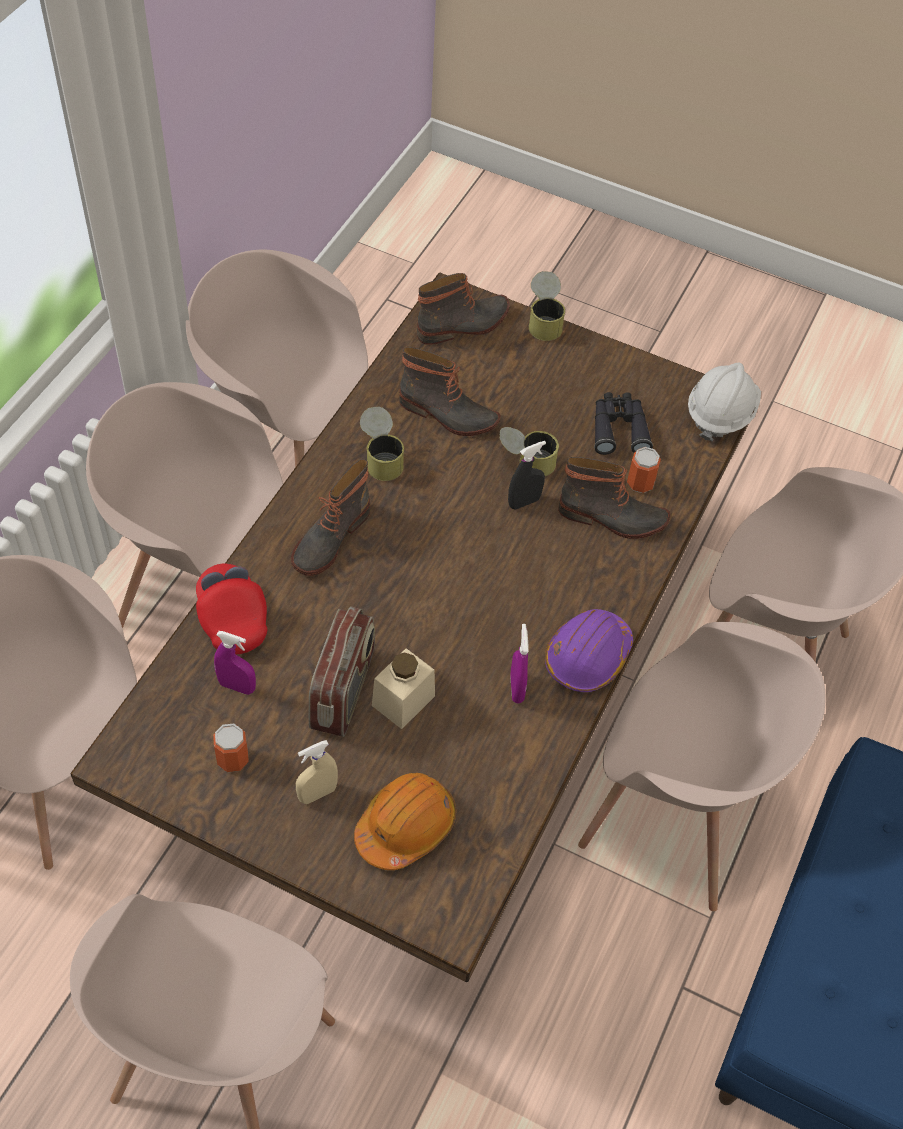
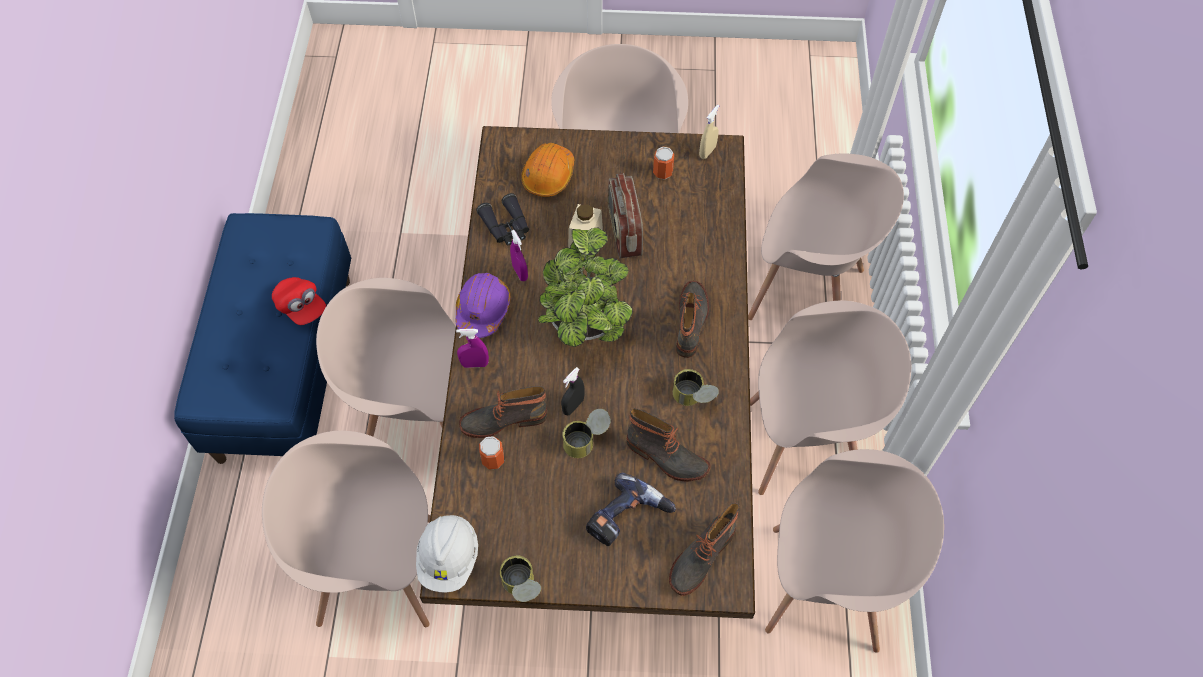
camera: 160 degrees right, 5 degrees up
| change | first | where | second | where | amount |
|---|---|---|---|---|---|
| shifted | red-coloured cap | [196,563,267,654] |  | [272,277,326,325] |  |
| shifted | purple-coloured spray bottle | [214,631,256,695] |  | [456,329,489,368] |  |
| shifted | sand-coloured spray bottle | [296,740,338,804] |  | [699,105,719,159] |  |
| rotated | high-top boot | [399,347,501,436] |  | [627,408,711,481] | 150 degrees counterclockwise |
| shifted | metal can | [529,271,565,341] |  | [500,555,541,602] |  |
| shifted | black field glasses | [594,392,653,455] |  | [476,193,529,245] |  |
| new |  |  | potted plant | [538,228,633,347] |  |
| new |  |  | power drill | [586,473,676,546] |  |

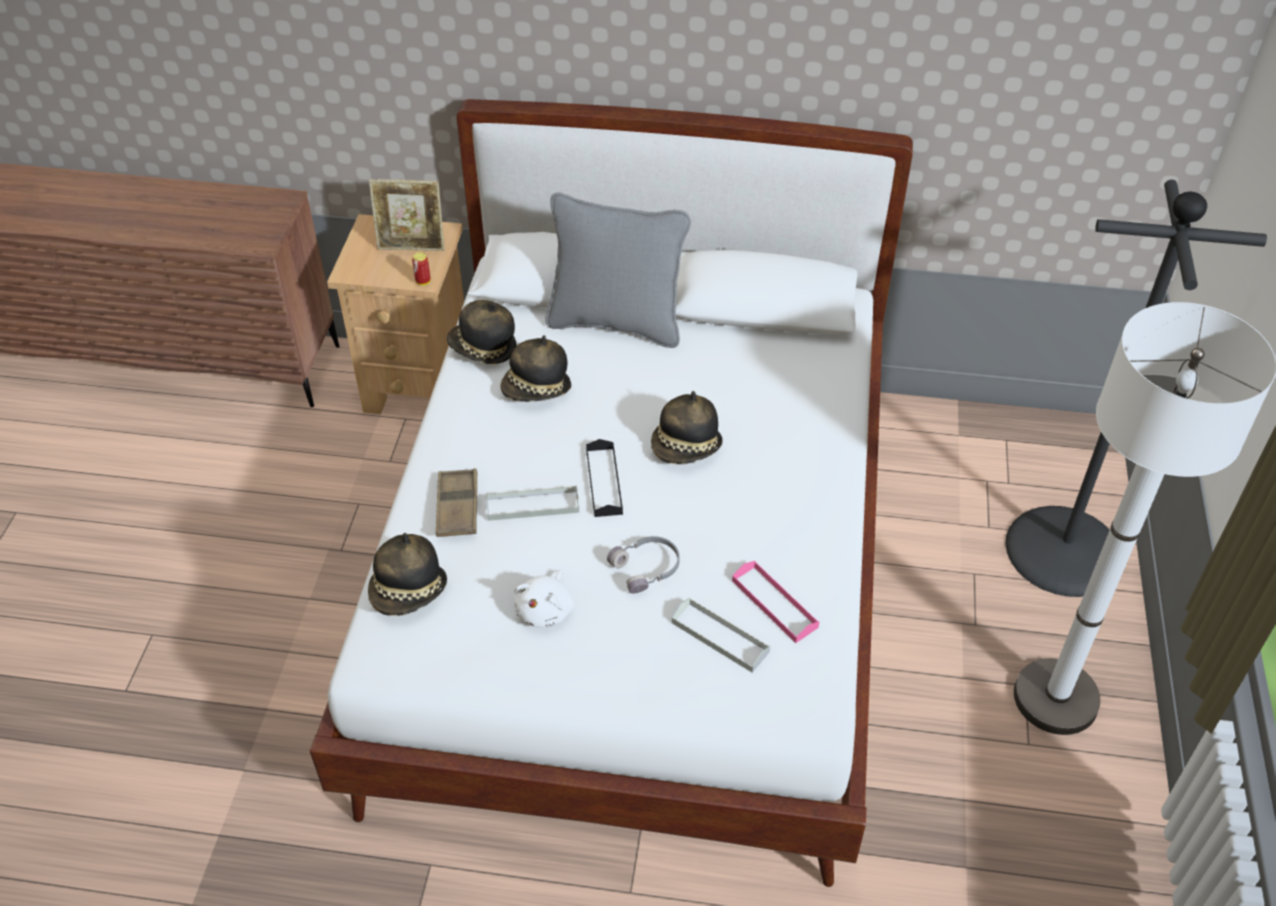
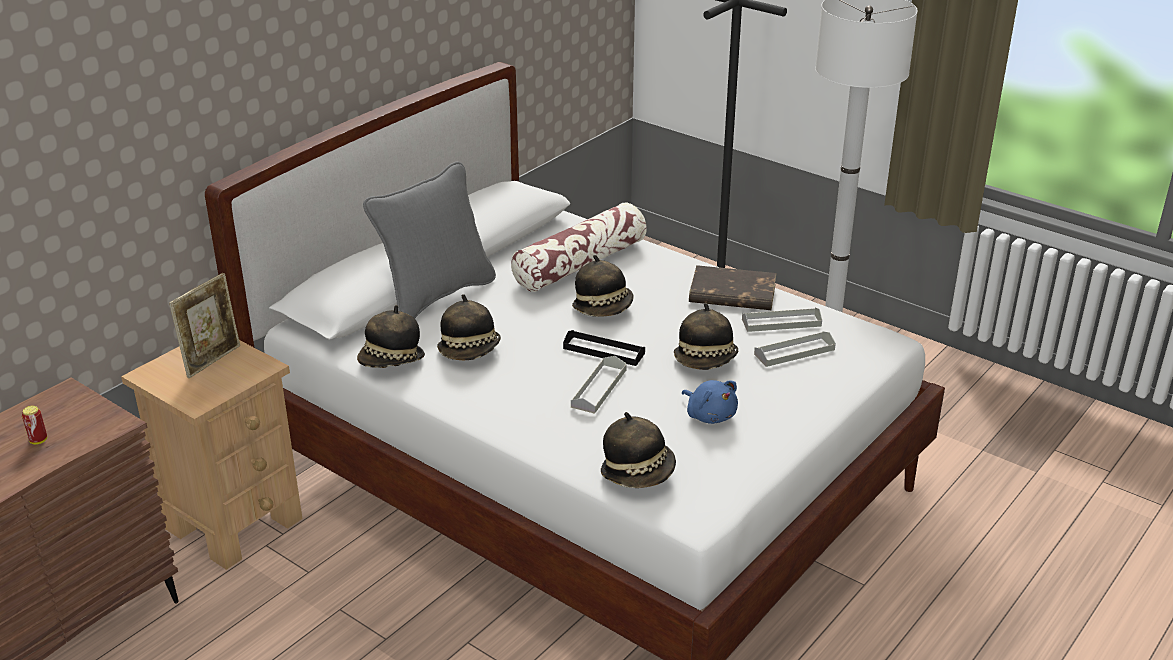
camera: 60 degrees left, 15 degrees down
| change | first | where | second | where | amount |
|---|---|---|---|---|---|
| shifted | metal can | [412,253,431,285] |  | [22,406,47,445] |  |
| gone | brown-coloured tray | [436,468,478,537] |  |  |  |
| repainted | whitish cuddly toy | [514,570,574,628] | blue cuddly toy | [682,380,738,424] |  |
| swapped | gray headphones | [607,536,680,594] | hat | [674,303,738,370] |  |
| repainted | pink tray | [732,561,819,643] | gray tray | [742,308,822,332] |  |
| new |  |  | cushion | [511,203,647,292] |  |
| new |  |  | brown-coloured book | [689,265,777,310] |  |

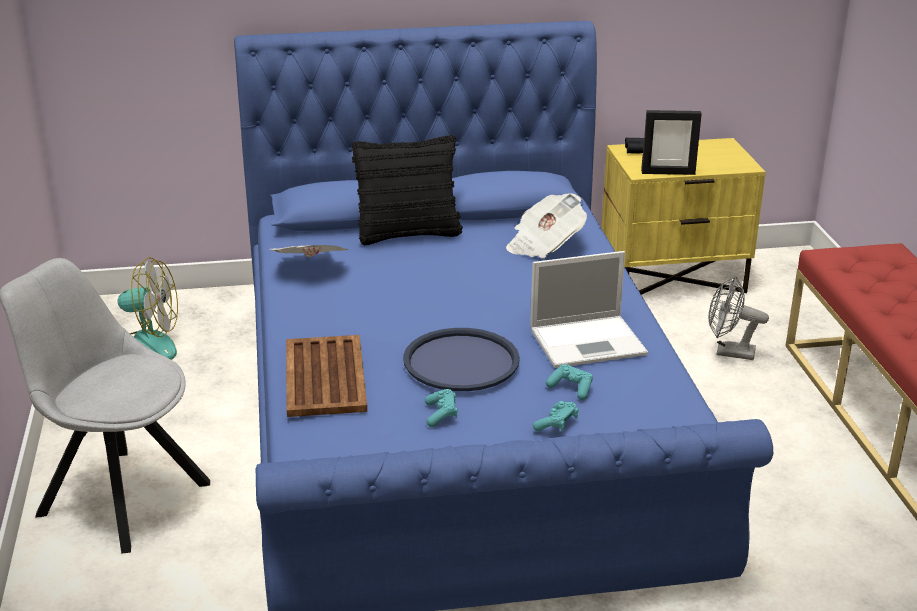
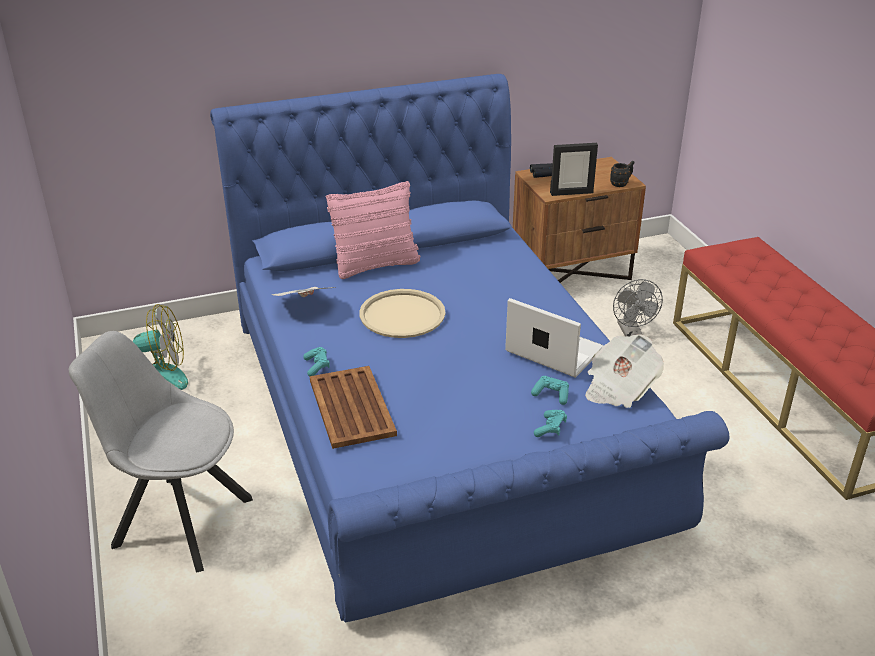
camera: 10 degrees left, 5 degrees up
| change | first | where | second | where | amount |
|---|---|---|---|---|---|
| repainted | black cushion | [351,135,463,245] | pink cushion | [326,181,420,279] |  |
| gone | blue tray | [403,328,520,391] |  |  |  |
| shifted | blue-green gamepad | [425,389,458,427] |  | [303,347,330,377] |  |
| shifted | newspaper | [506,193,587,258] |  | [585,334,664,408] |  |
| rotated | laptop | [530,251,648,368] |  | [505,298,604,378] | 120 degrees counterclockwise |
| repainted | yellow-coloured night table | [602,138,766,295] | brown-coloured night table | [513,157,646,283] |  |
| rotated | gray fan | [708,276,769,360] |  | [613,279,663,337] | 105 degrees counterclockwise |
| new |  |  | sand-coloured tray | [359,289,445,338] |  |
| new |  |  | black tea mug | [610,161,634,187] |  |

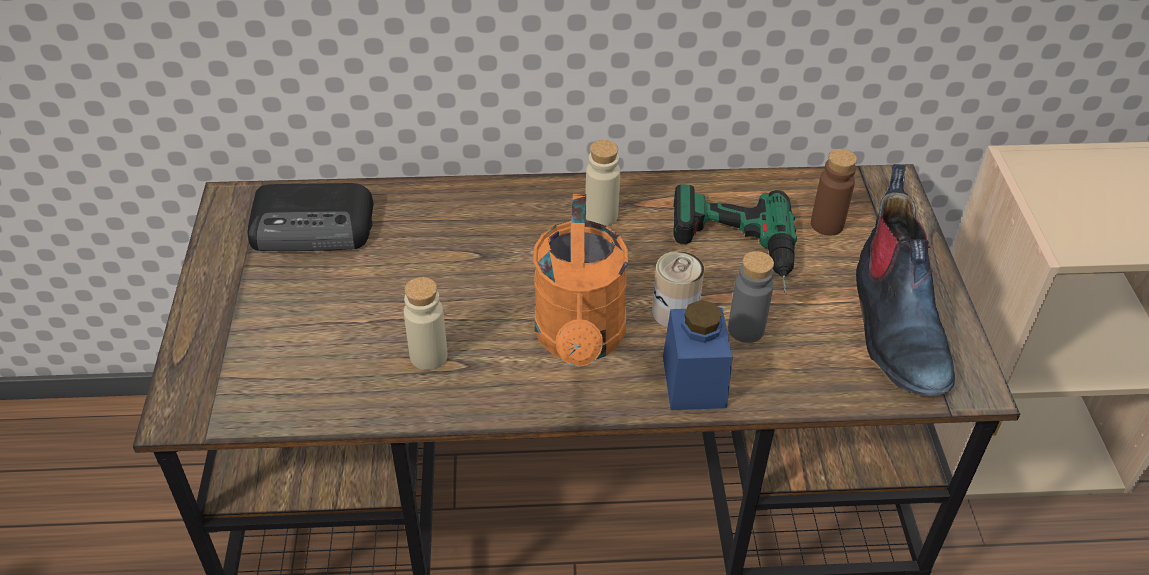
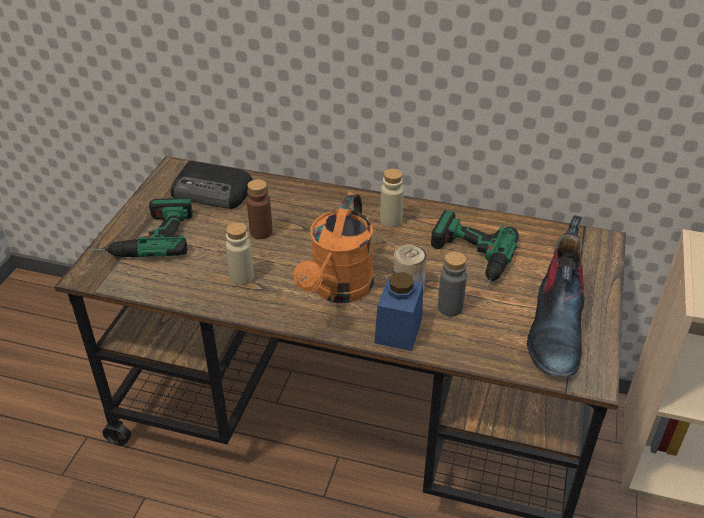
camera: 20 degrees right, 5 degrees down
| change | first | where | second | where | amount |
|---|---|---|---|---|---|
| shifted | brown-coloured drink bottle | [811,149,857,236] |  | [247,179,273,239] |  |
| new |  |  | power drill | [88,198,193,257] |  |

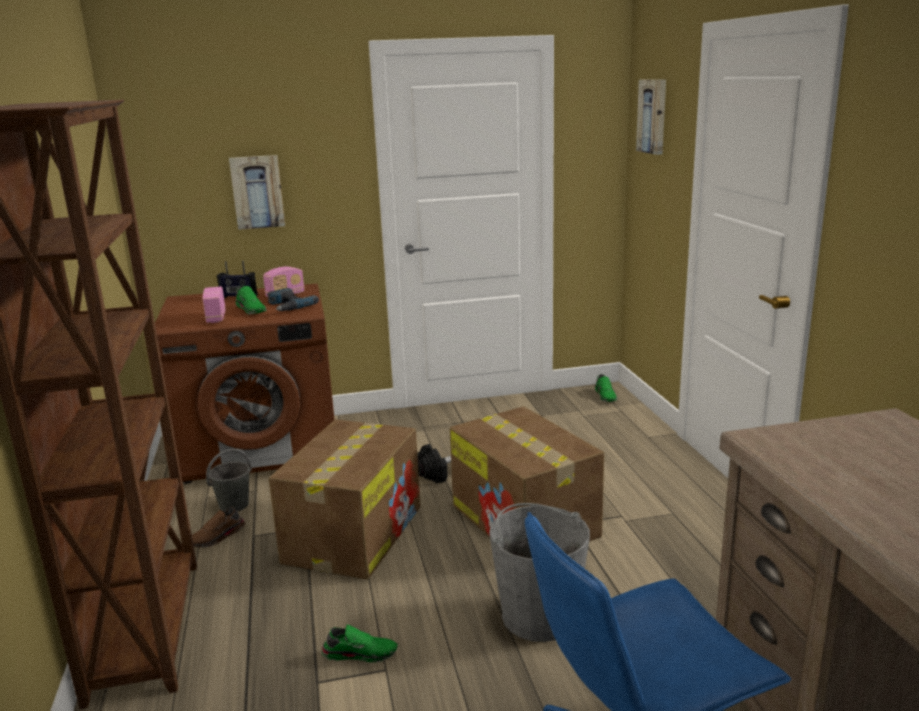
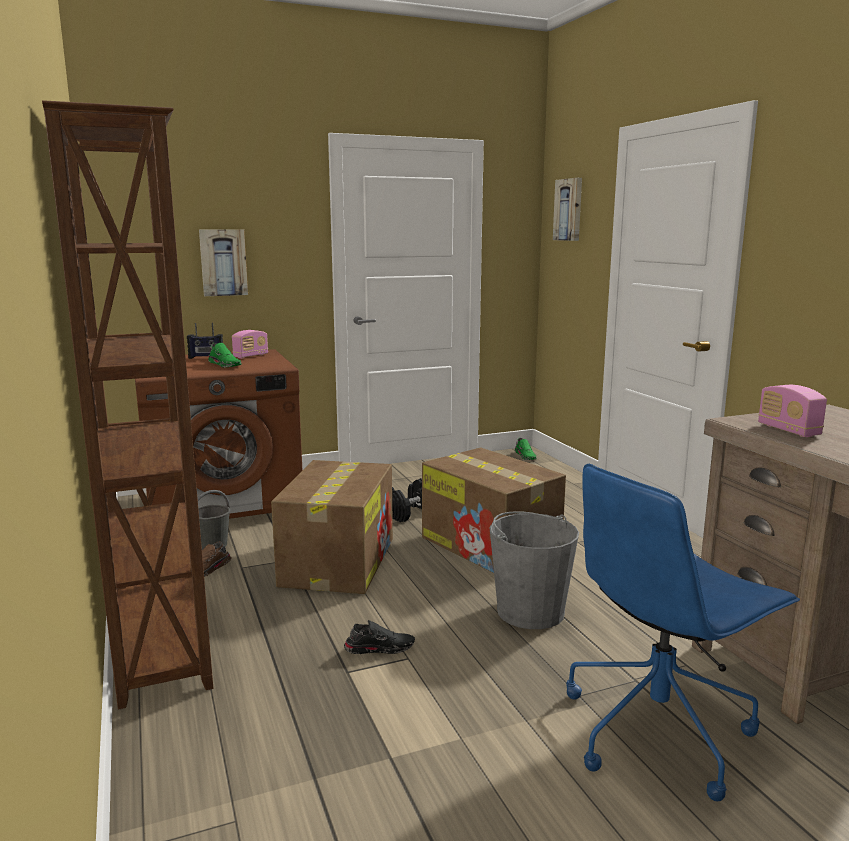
camera: 10 degrees left, 5 degrees down
| change | first | where | second | where | amount |
|---|---|---|---|---|---|
| shifted | radio set | [202,287,226,323] |  | [758,385,827,437] |  |
| gone | power drill | [267,288,319,311] |  |  |  |
| repainted | green-coloured shoe | [322,625,398,662] | black shoe | [344,620,415,654] |  |

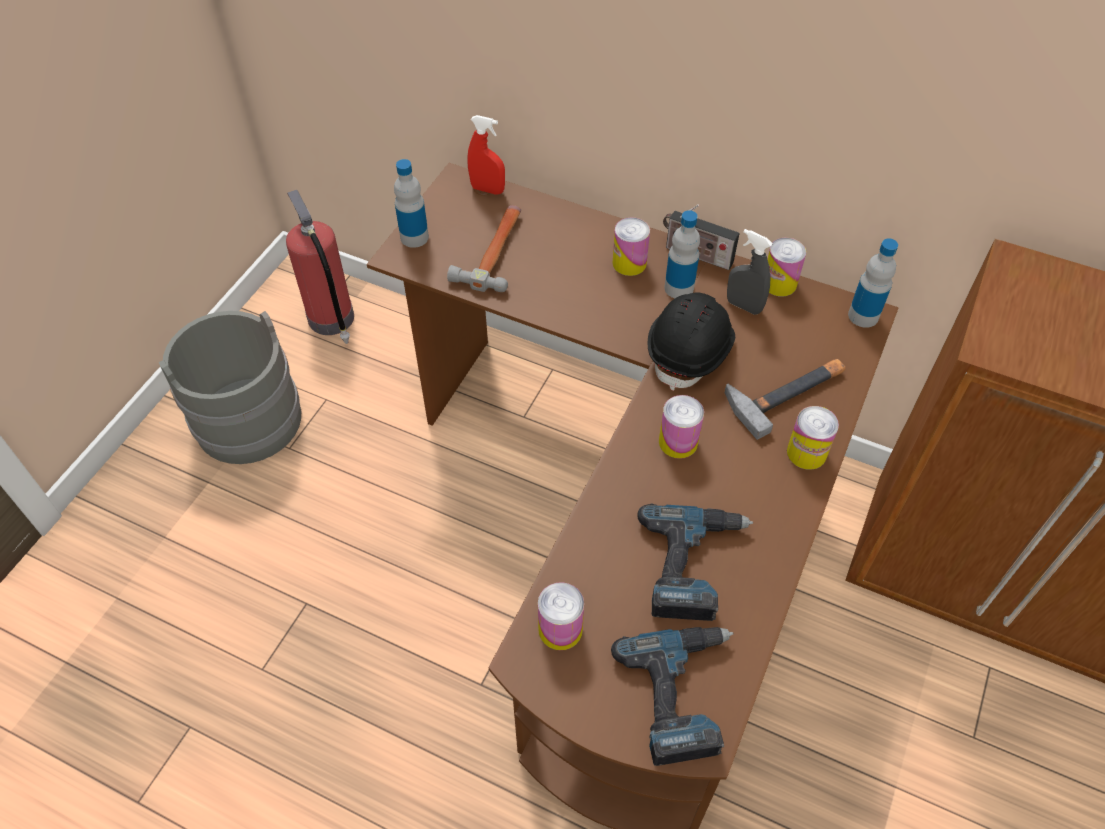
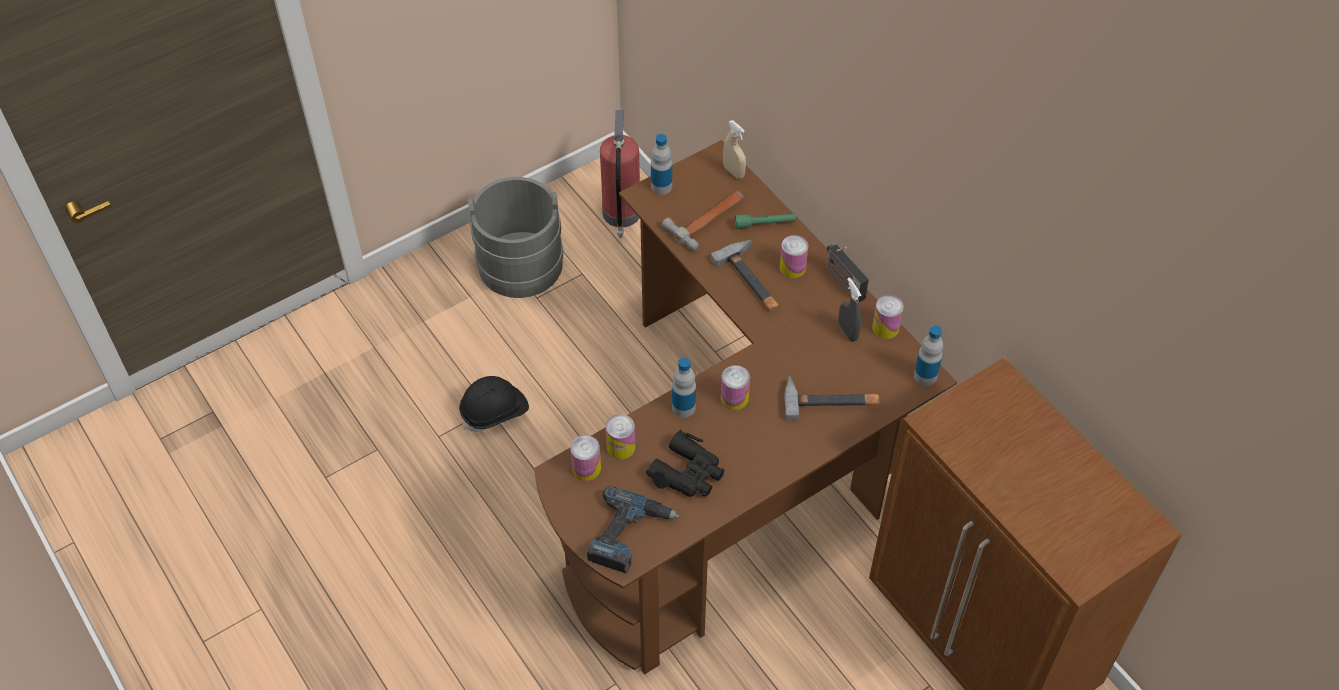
camera: 30 degrees right, 0 degrees up
| change | first | where | second | where | amount |
|---|---|---|---|---|---|
| repainted | red-coloured spray bottle | [468,115,505,195] | sand-coloured spray bottle | [723,120,746,179] |  |
| swapped | power drill | [637,503,753,621] | black field glasses | [646,430,725,497] |  |
| shifted | black hard hat | [648,292,735,391] |  | [459,376,529,432] |  |
| shifted | drink bottle | [664,210,700,298] |  | [672,357,696,418] |  |
| shifted | metal can | [787,406,839,470] |  | [606,414,635,459] |  |
| new |  |  | hammer | [711,240,779,312] |  |
| new |  |  | green-coloured torch | [735,214,796,229] |  |

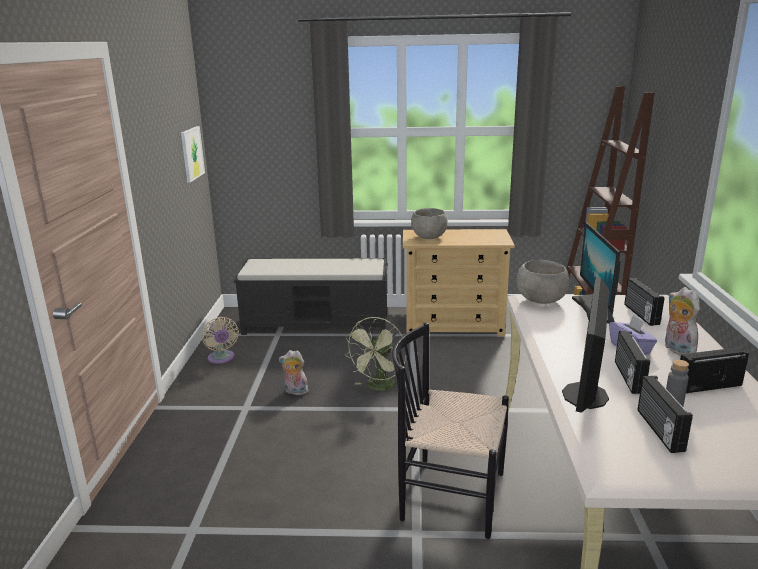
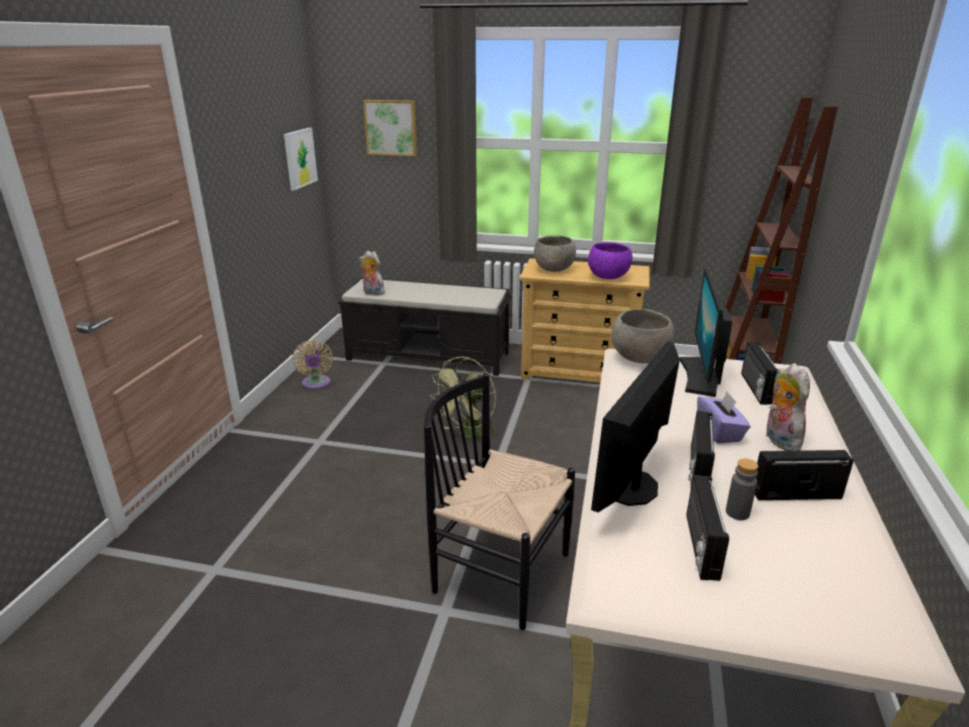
camera: 10 degrees right, 5 degrees up
| change | first | where | second | where | amount |
|---|---|---|---|---|---|
| shifted | cuddly toy | [279,350,308,395] |  | [358,251,385,296] |  |
| new |  |  | wall picture | [363,100,417,156] |  |
| new |  |  | purple-coloured bowl | [588,242,632,279] |  |

